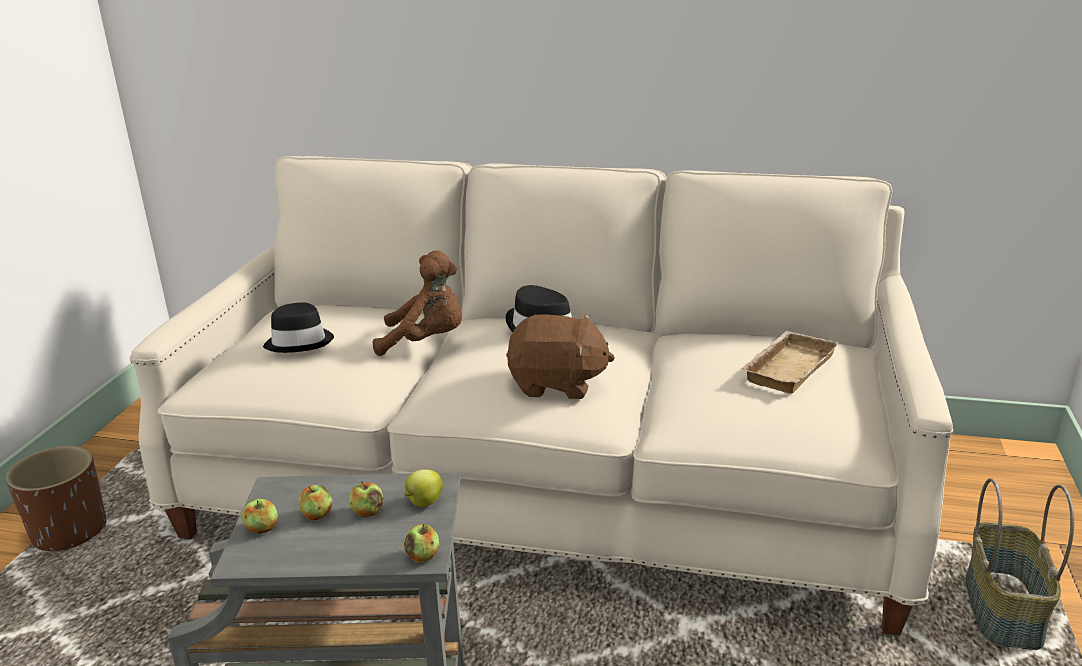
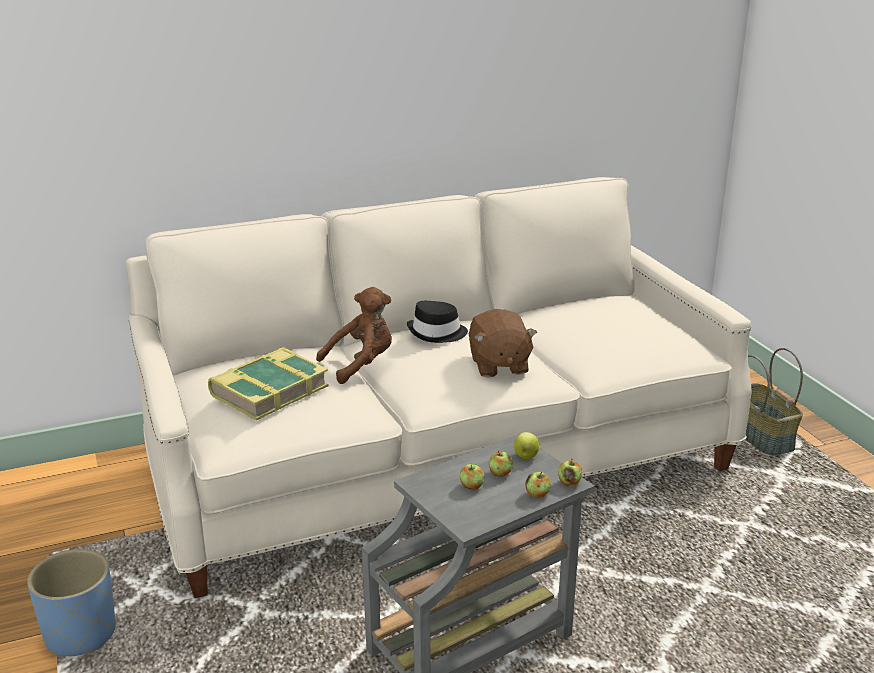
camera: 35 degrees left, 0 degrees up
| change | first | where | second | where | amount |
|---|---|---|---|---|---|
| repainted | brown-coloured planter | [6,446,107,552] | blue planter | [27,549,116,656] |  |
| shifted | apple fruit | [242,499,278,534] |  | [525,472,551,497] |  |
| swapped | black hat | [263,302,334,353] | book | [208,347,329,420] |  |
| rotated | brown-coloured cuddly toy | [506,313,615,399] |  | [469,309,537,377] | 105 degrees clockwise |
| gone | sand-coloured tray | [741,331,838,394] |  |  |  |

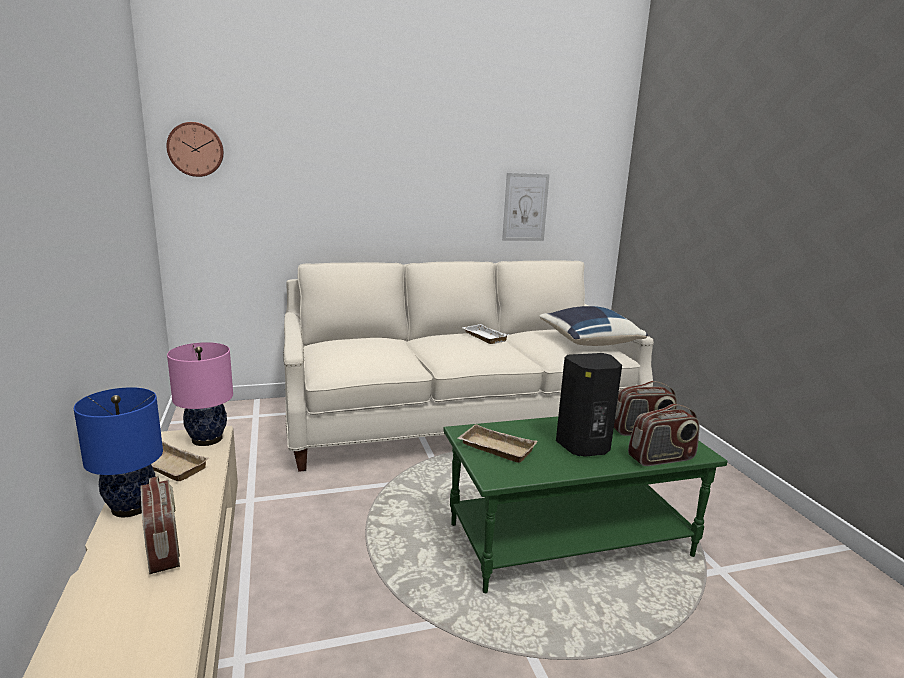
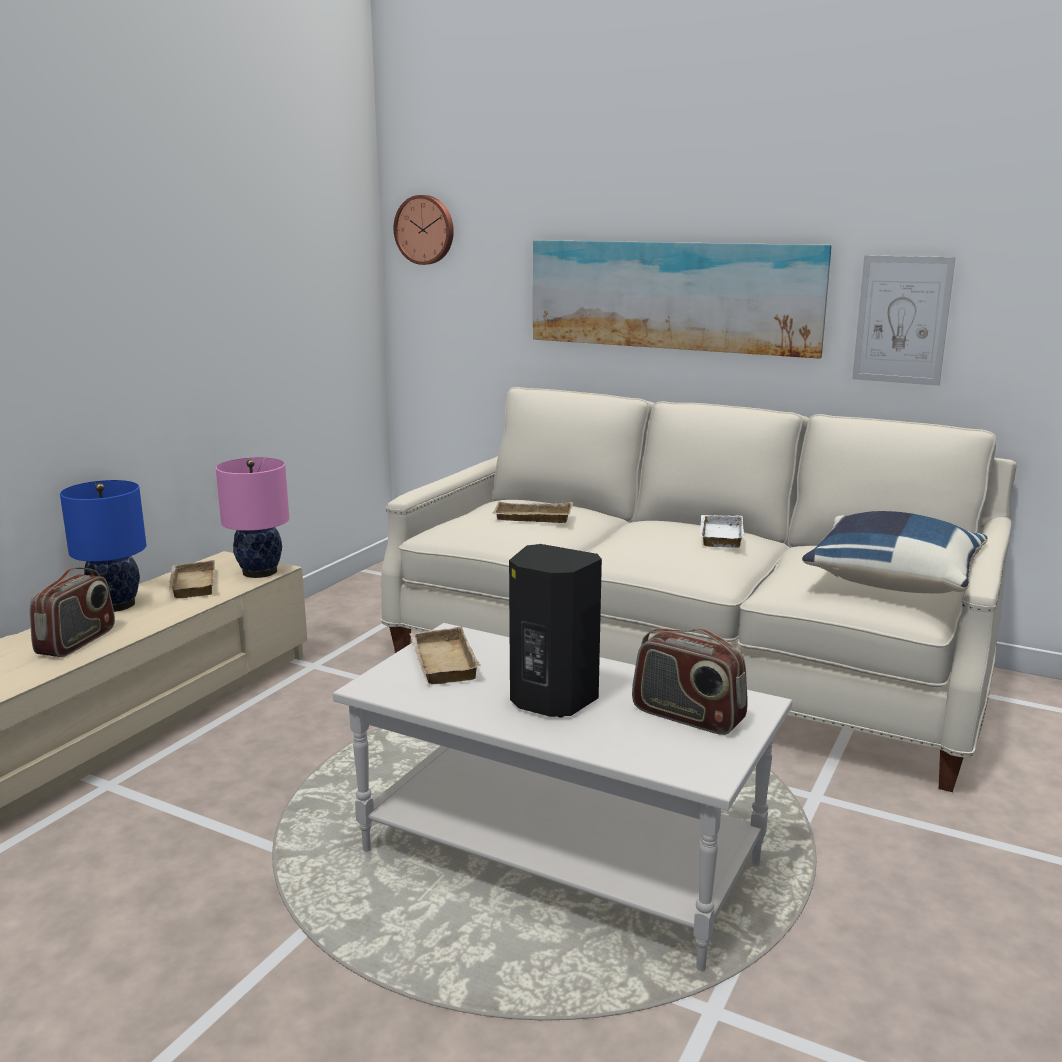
camera: 45 degrees right, 0 degrees up
| change | first | where | second | where | amount |
|---|---|---|---|---|---|
| repainted | green-coloured coffee table | [443,416,728,593] | whitish coffee table | [333,623,792,972] |  |
| gone | radio set | [628,404,700,466] |  |  |  |
| new |  |  | sand-coloured tray | [492,502,573,523] |  |
| new |  |  | wall picture | [533,240,831,359] |  |

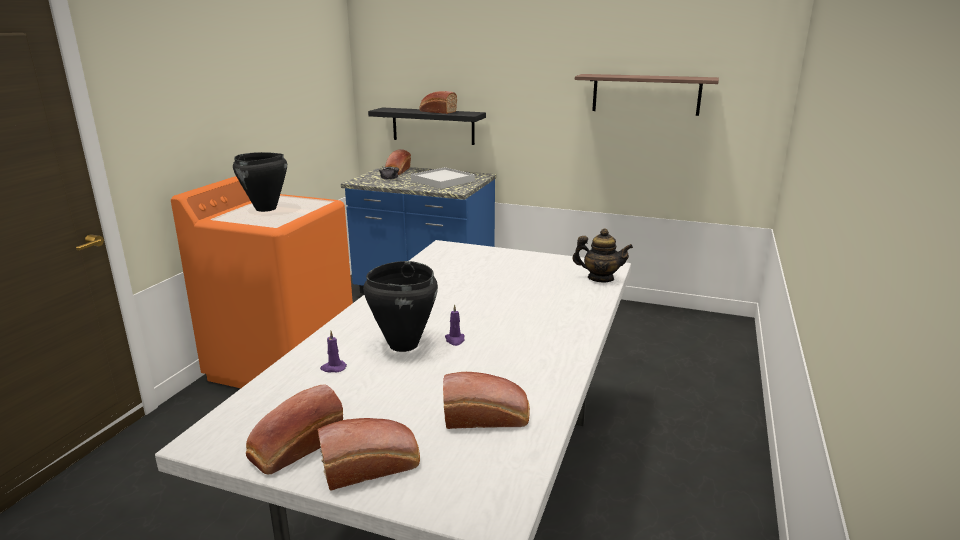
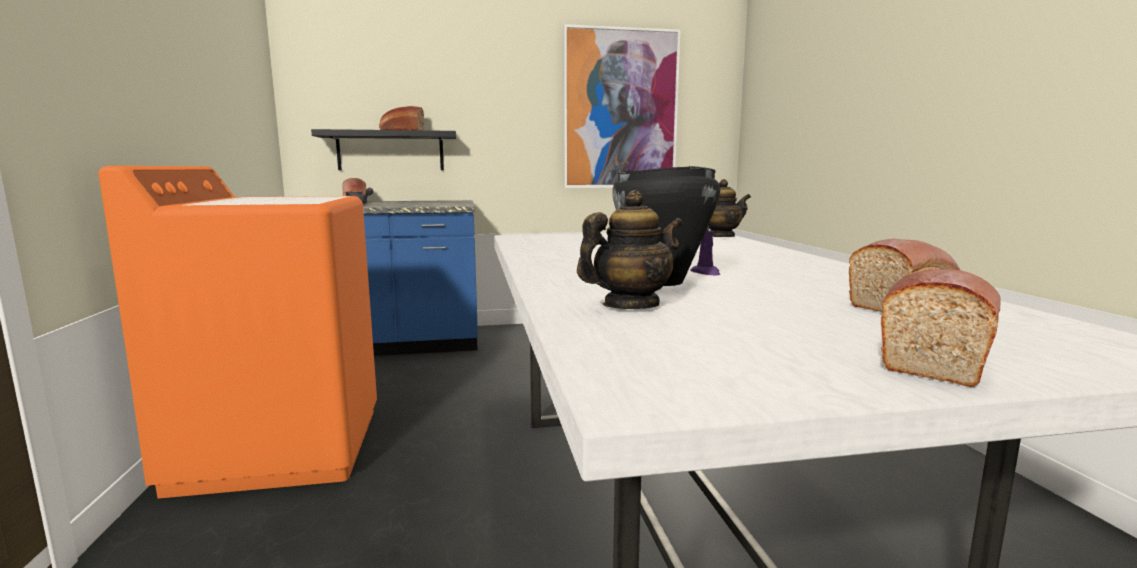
camera: 30 degrees left, 10 degrees down
| change | first | where | second | where | amount |
|---|---|---|---|---|---|
| gone | black cooking pot | [233,152,287,212] |  |  |  |
| gone | bakery bread | [246,384,343,475] |  |  |  |
| swapped | purple-coloured wax candle | [320,331,347,372] | pot for tea | [577,190,683,309] |  |
| gone | whitish tray | [411,167,475,189] |  |  |  |
| swapped | wall shelf | [575,74,719,116] | wall picture | [563,24,680,188] |  |

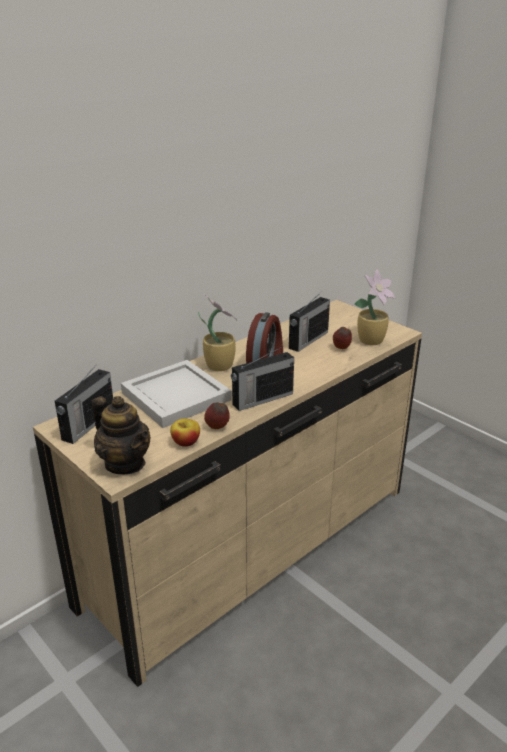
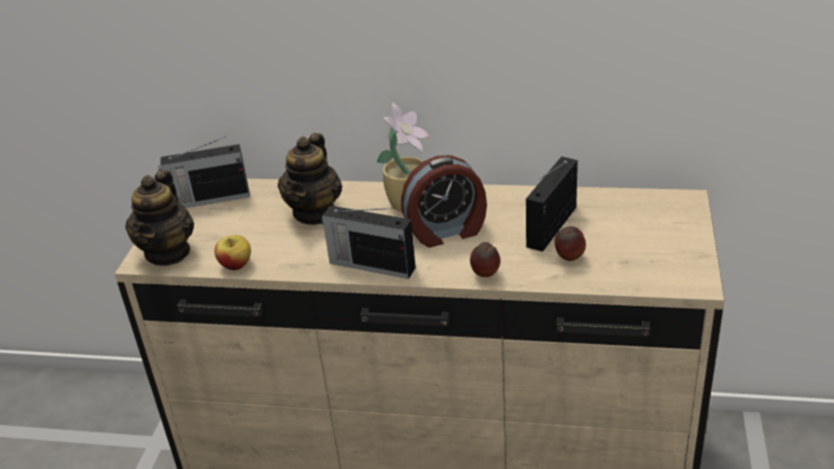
camera: 55 degrees right, 5 degrees up
| change | first | where | second | where | amount |
|---|---|---|---|---|---|
| swapped | whitish tray | [121,360,232,428] | pot for tea | [278,133,342,225] |  |
| shifted | apple fruit | [204,403,230,429] |  | [470,242,501,277] |  |
| rotated | radio set | [289,291,330,352] |  | [526,156,578,252] | 120 degrees clockwise |
| gone | potted plant | [354,269,395,345] |  |  |  |

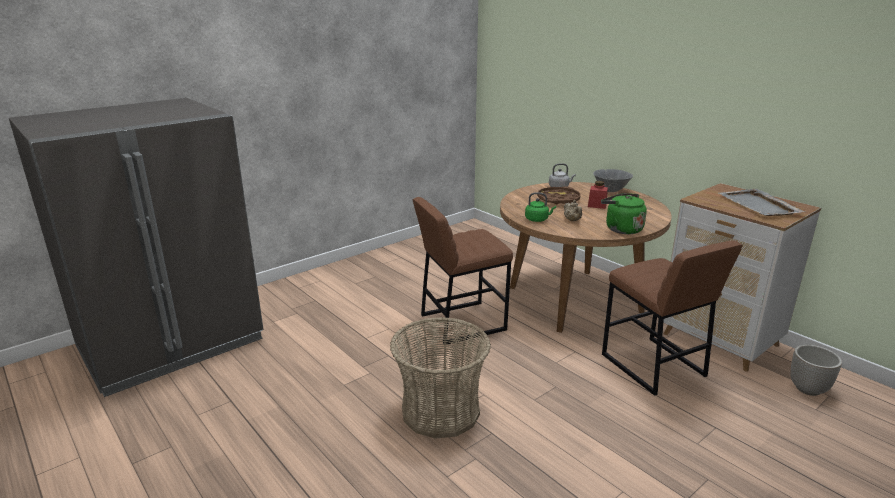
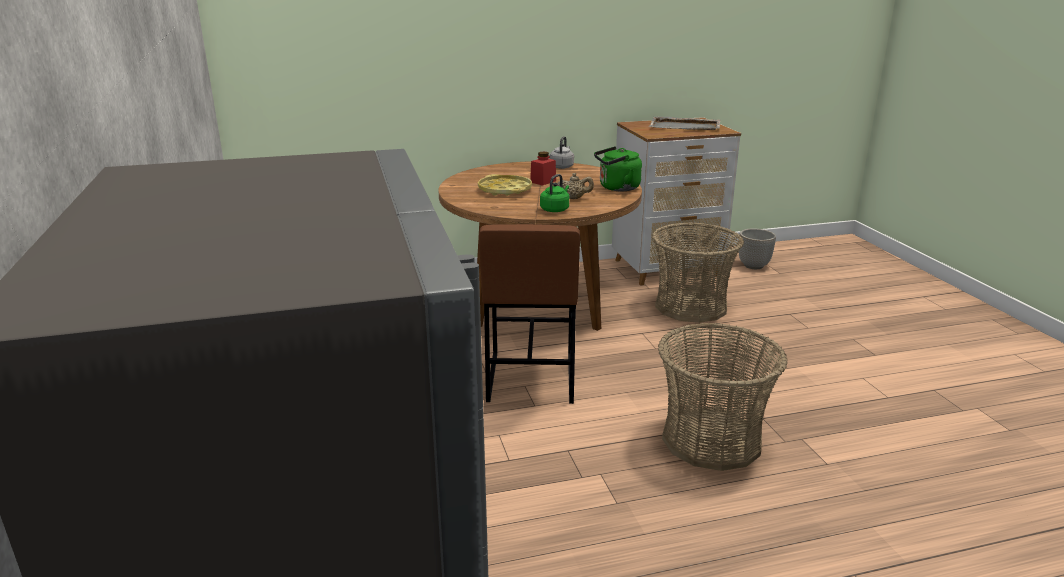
camera: 65 degrees left, 0 degrees up
| change | first | where | second | where | amount |
|---|---|---|---|---|---|
| repainted | brown-coloured tray | [537,187,581,204] | yellow-coloured tray | [478,174,532,196] |  |
| shifted | gray water kettle | [549,163,576,187] |  | [549,136,574,169] |  |
| gone | gray bowl | [593,169,633,192] |  |  |  |
| swapped | brown-coloured sitting stool | [602,240,743,396] | basket | [652,222,744,323] |  |

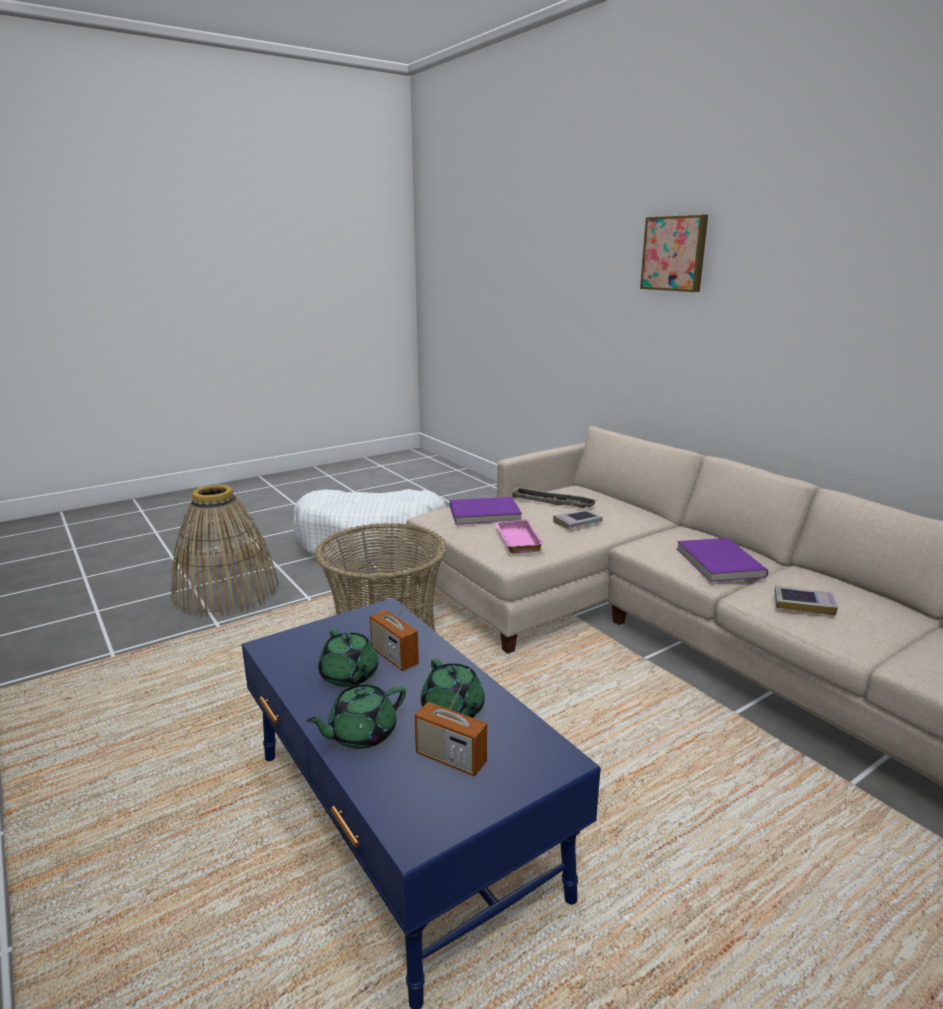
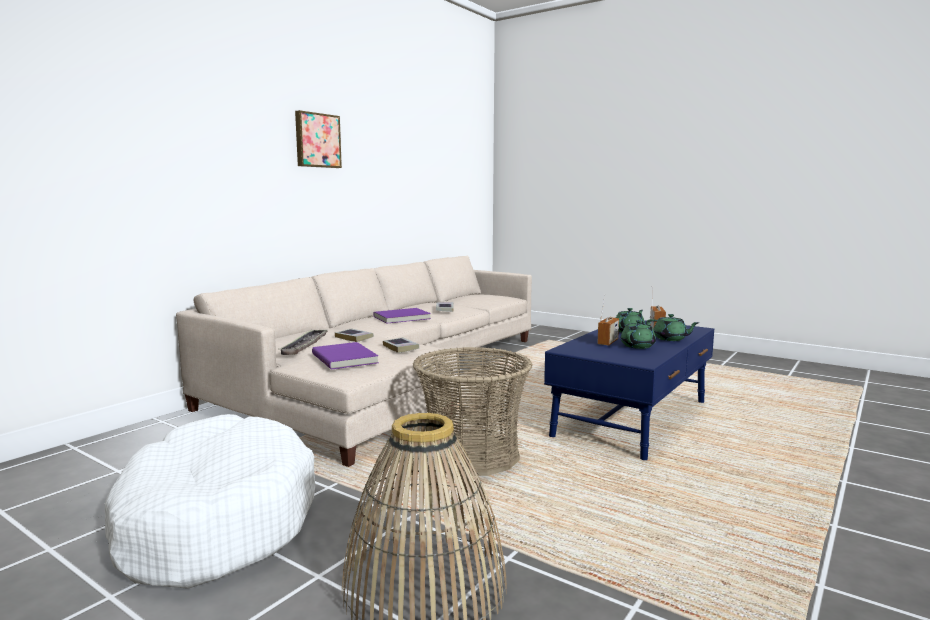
camera: 110 degrees left, 10 degrees down
| change | first | where | second | where | amount |
|---|---|---|---|---|---|
| swapped | pink tray | [494,519,544,554] | book | [383,337,419,353] |  |
| shifted | wall picture | [640,215,708,292] |  | [295,110,342,168] |  |

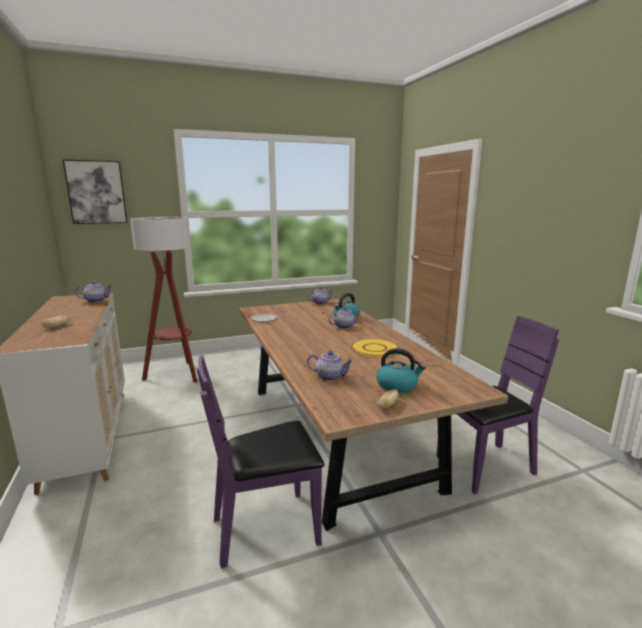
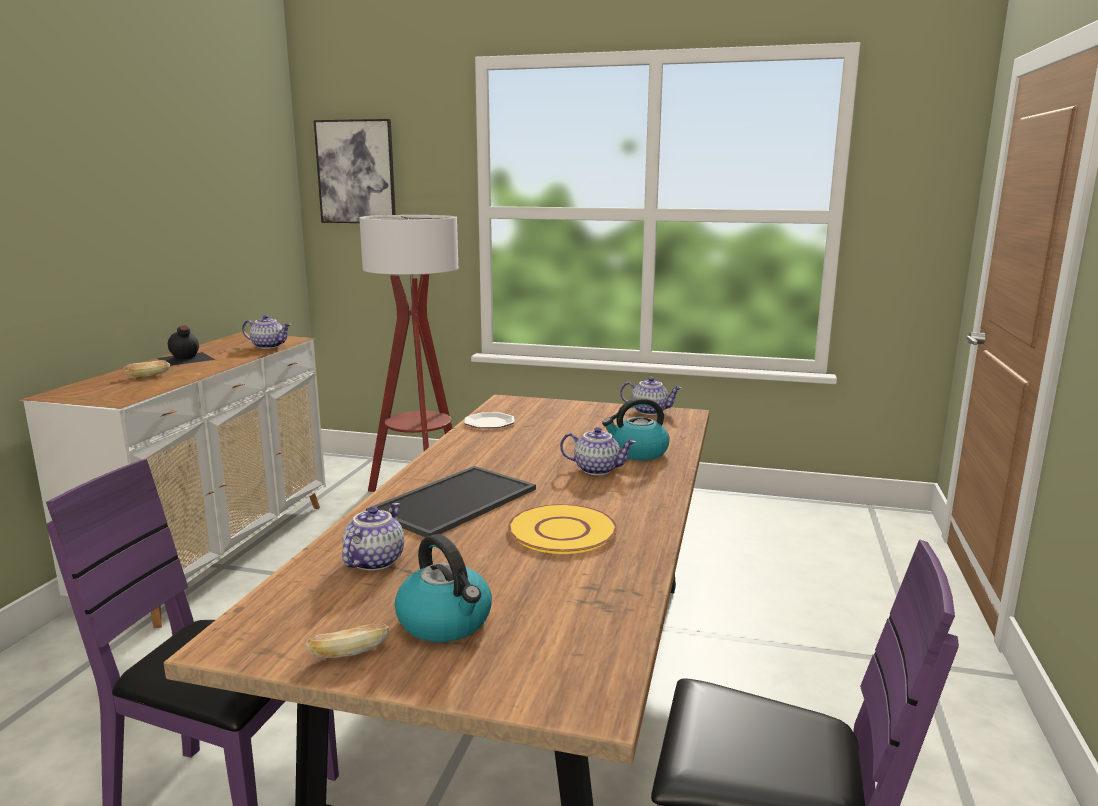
camera: 35 degrees right, 0 degrees up
| change | first | where | second | where | amount |
|---|---|---|---|---|---|
| rotated | pot for tea | [307,351,354,381] |  | [342,503,404,571] | 120 degrees counterclockwise |
| new |  |  | black drink bottle | [157,325,215,366] |  |
| new |  |  | tray | [366,466,536,537] |  |

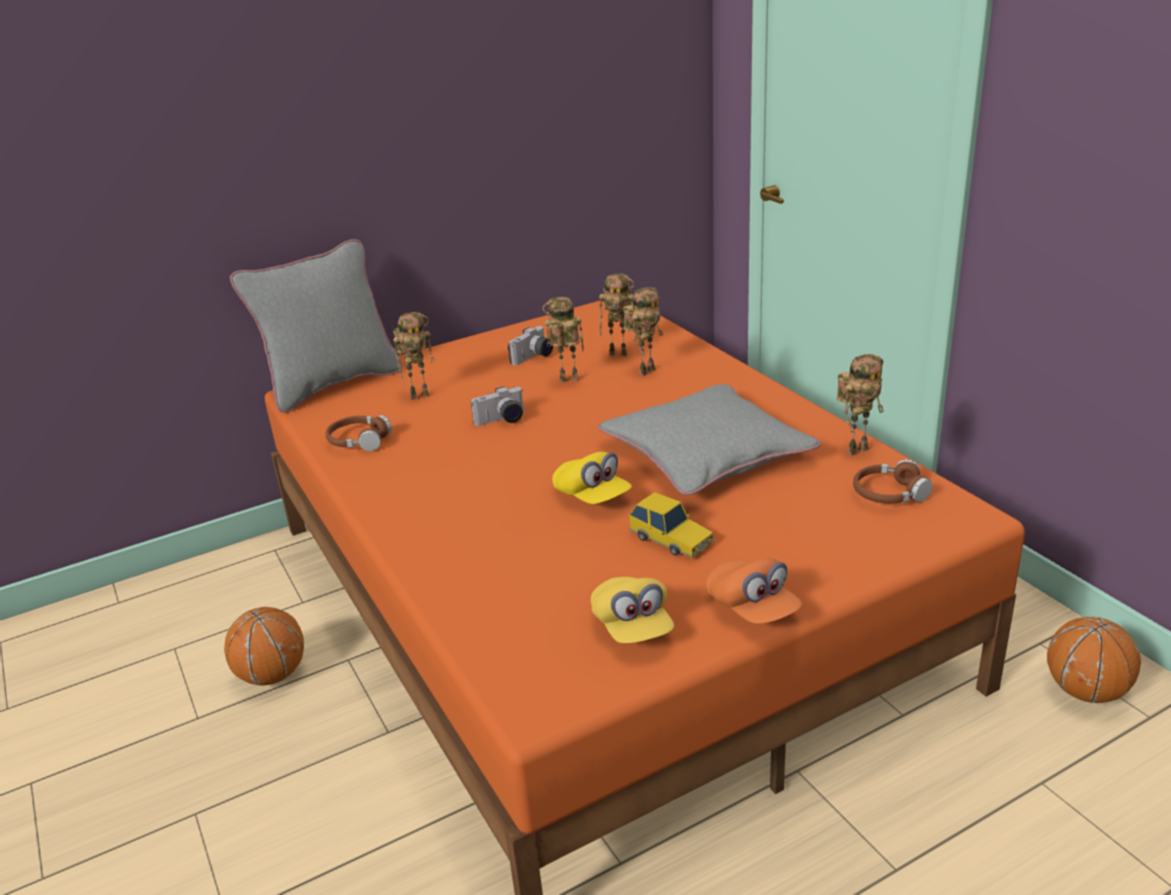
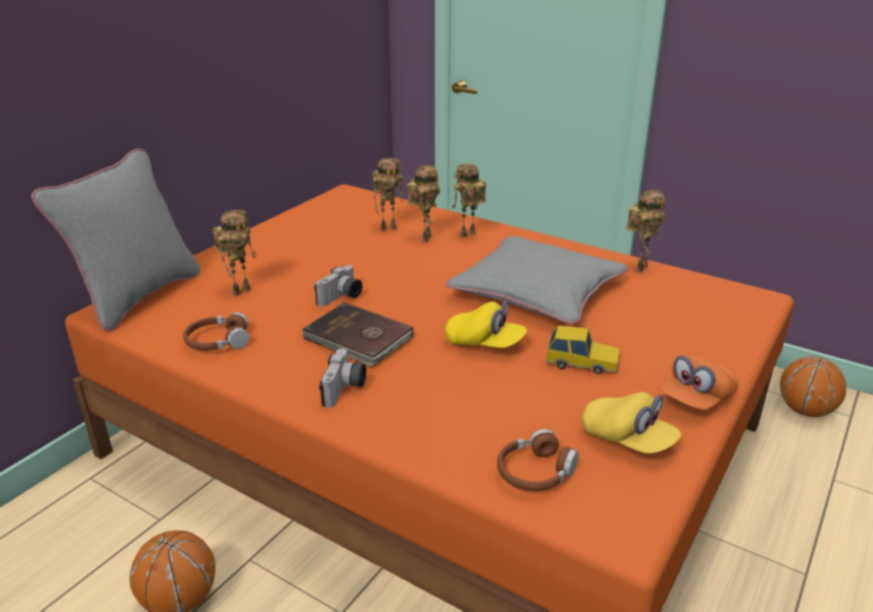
camera: 30 degrees left, 0 degrees up
| change | first | where | second | where | amount |
|---|---|---|---|---|---|
| shifted | still camera | [508,326,553,365] |  | [319,349,366,408] |  |
| shifted | model robot | [543,297,584,382] |  | [452,163,486,238] |  |
| rotated | orange cap | [706,558,802,624] |  | [660,355,739,410] | 105 degrees clockwise |
| shifted | brown-coloured headphones | [853,459,933,504] |  | [497,429,579,491] |  |
| new |  |  | brown-coloured book | [302,302,413,367] |  |

